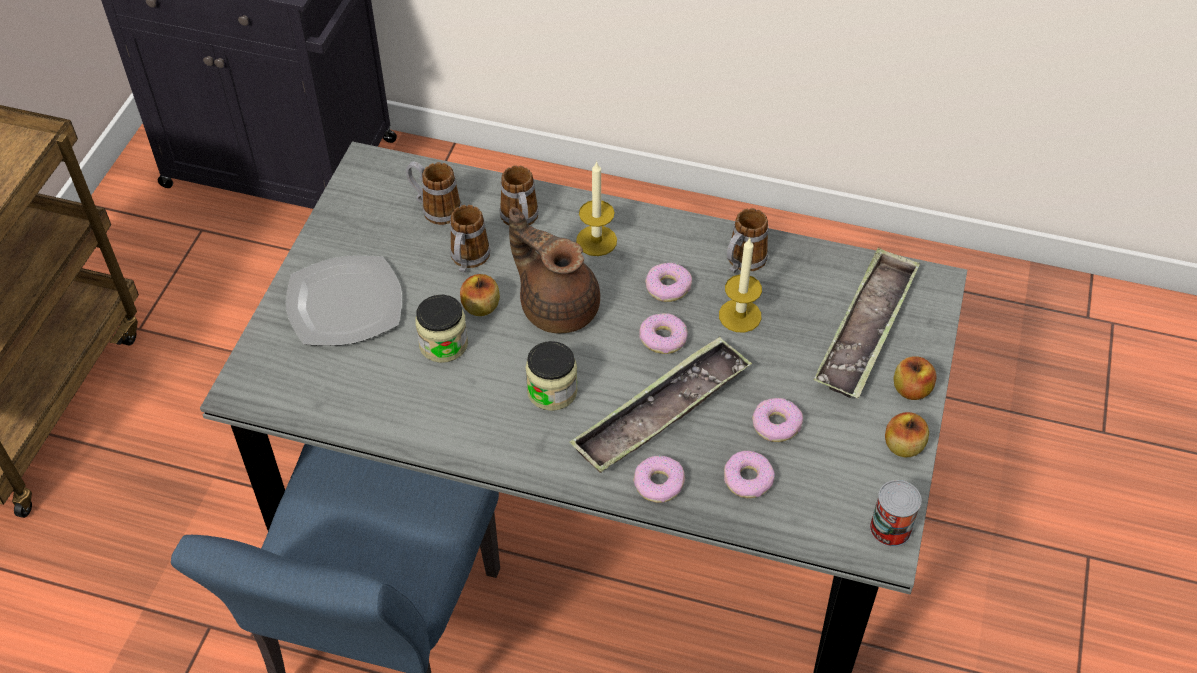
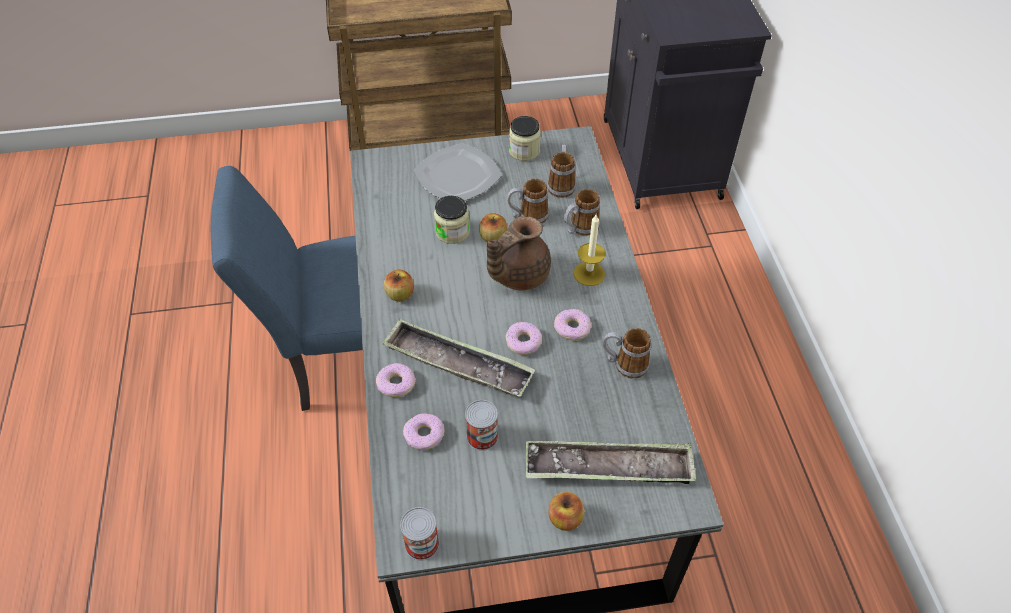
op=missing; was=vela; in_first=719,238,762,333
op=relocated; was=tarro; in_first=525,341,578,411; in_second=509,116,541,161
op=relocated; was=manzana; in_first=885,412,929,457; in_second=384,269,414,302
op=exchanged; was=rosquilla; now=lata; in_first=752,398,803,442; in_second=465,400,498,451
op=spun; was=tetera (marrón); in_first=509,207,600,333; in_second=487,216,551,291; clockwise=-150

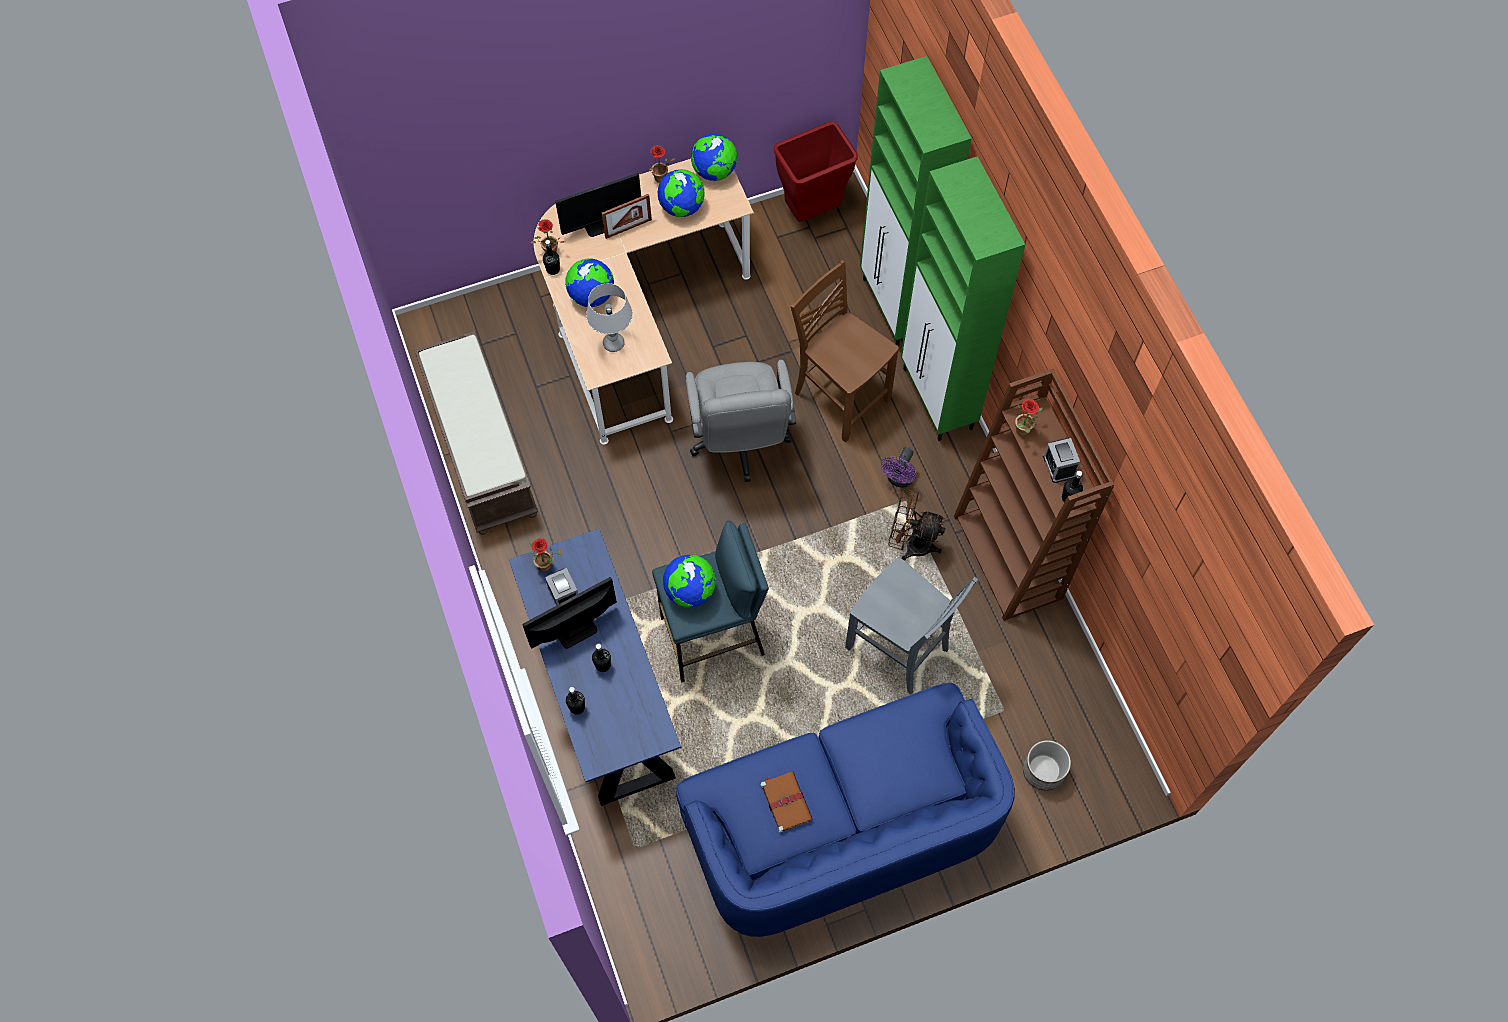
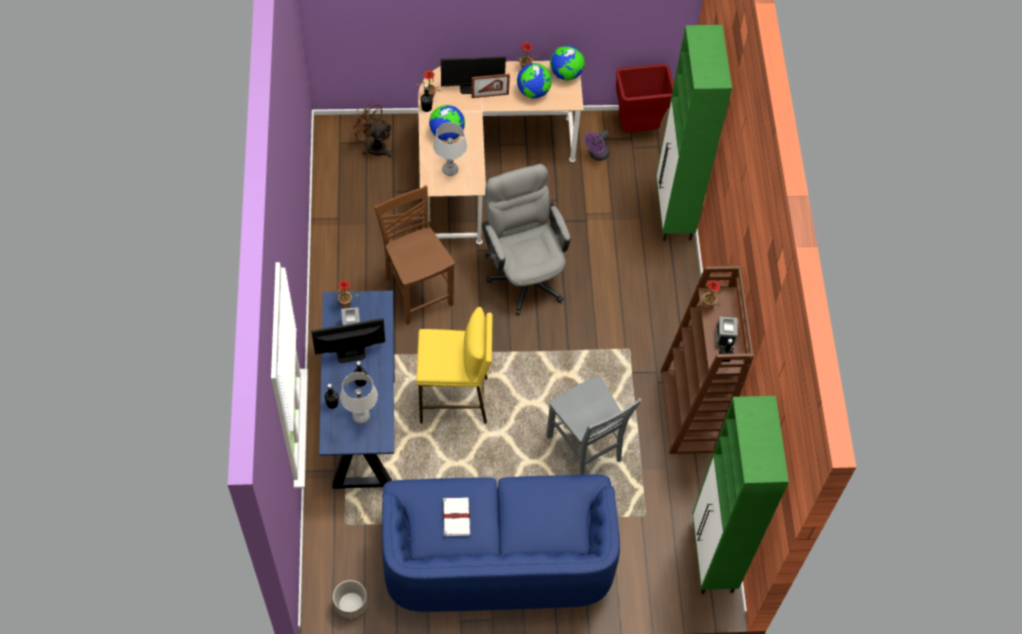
op=missing; was=banco (marrón); in_first=414,331,538,535
op=missing; was=globo terráqueo; in_first=663,555,716,607
op=appeared; now=lámpara de mesa (gris); in_second=340,372,378,424
op=relocated; was=silla (marrón); in_first=791,260,899,442; in_second=374,185,455,325
op=relocated; was=ventilador (morado); in_first=881,447,916,488; in_second=584,130,610,161
op=relocated; was=ventilador (marrón); in_first=888,489,946,561; in_second=348,101,393,158
op=relocated; was=armario (verde); in_first=901,156,1025,441; in_second=692,396,789,594
op=relocated; was=maceta; in_first=1023,740,1071,791; in_second=333,580,368,620
op=colour; was=taburete (azul); now=taburete (amarillo); in_first=652,520,769,682; in_second=417,307,493,423
op=colour; was=libro (marrón); now=libro (blanco); in_first=761,771,813,833; in_second=443,497,470,537
op=spun; was=silla de oficina (gris); in_first=685,360,796,482; in_second=482,164,570,316; clockwise=150

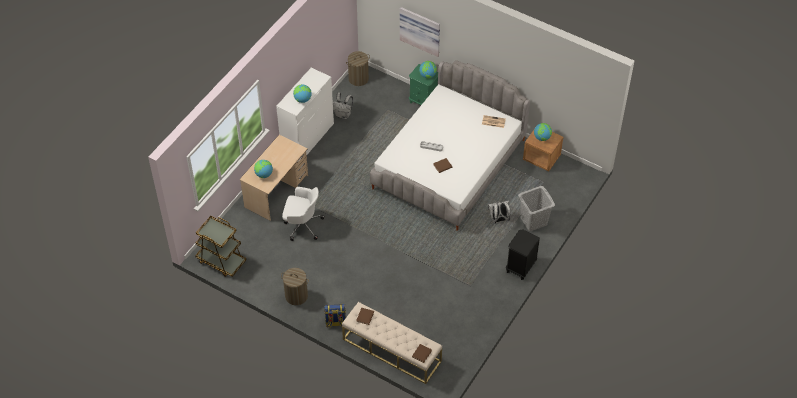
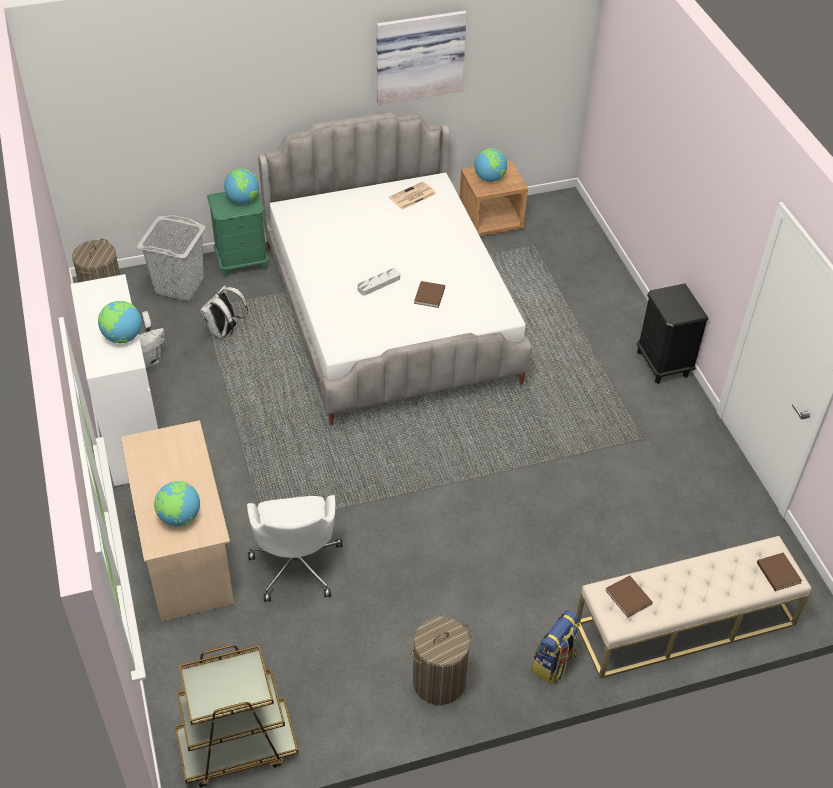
op=relocated; was=cuadro; in_first=400,7,440,57; in_second=377,11,467,105
op=relocated; was=mochila (blanco); in_first=488,201,511,224; in_second=200,285,248,338
op=relocated; was=cesto de la ropa (gris); in_first=518,186,555,231; in_second=137,215,206,301
op=spun; was=silla de oficina (blanco); in_first=282,187,324,241; in_second=247,495,343,602; clockwise=120

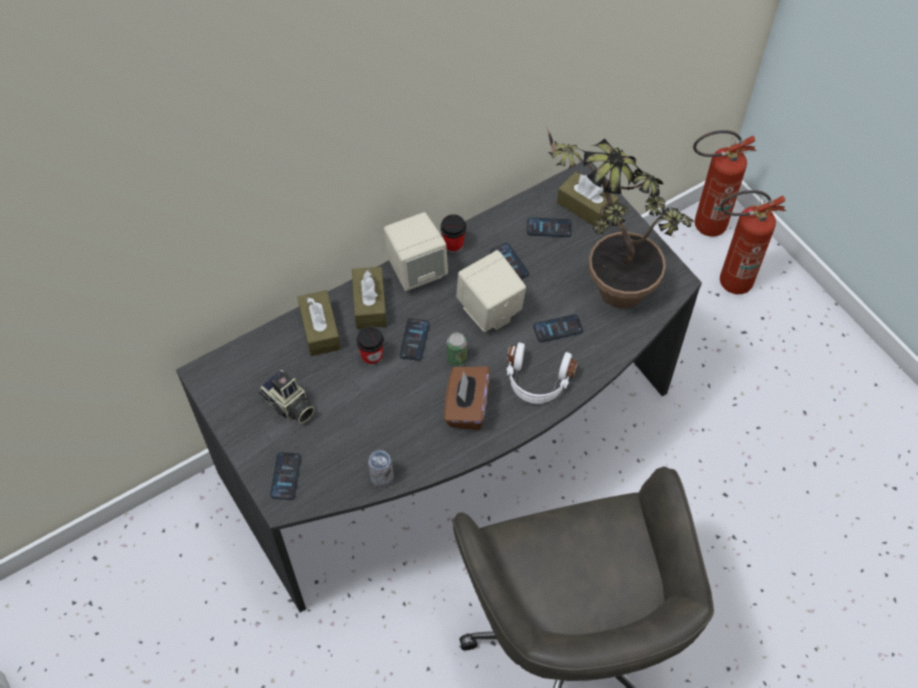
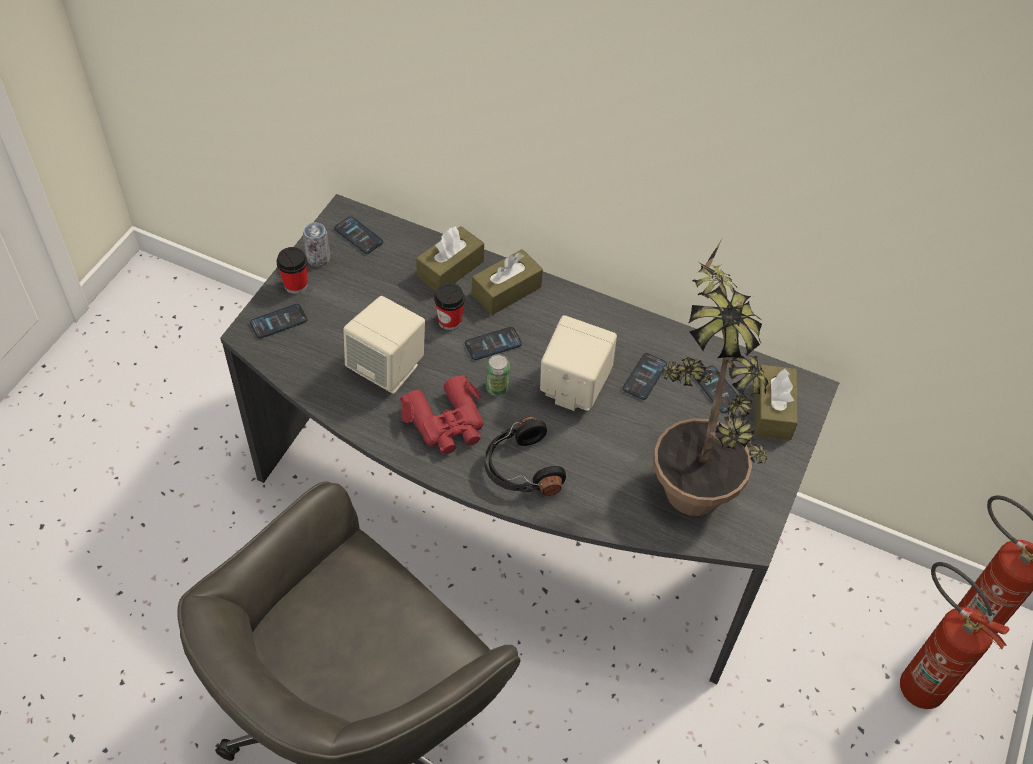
op=missing; was=cámara; in_first=259,370,315,424
op=relocated; was=lata; in_first=368,450,394,488; in_second=303,223,330,267
op=relocated; was=altavoz (beis); in_first=384,212,448,291; in_second=343,296,425,394
op=relocated; was=taza; in_first=440,214,466,253; in_second=277,247,307,294
op=relocated; was=móvil; in_first=533,314,583,342; in_second=334,216,383,254
op=exchanged; was=caja de pañuelos (marrón); now=prismáticos (rojo); in_first=444,366,490,430; in_second=400,375,484,454
op=colour; was=auriculares (blanco); now=auriculares (negro); in_first=507,342,578,404; in_second=485,416,566,496

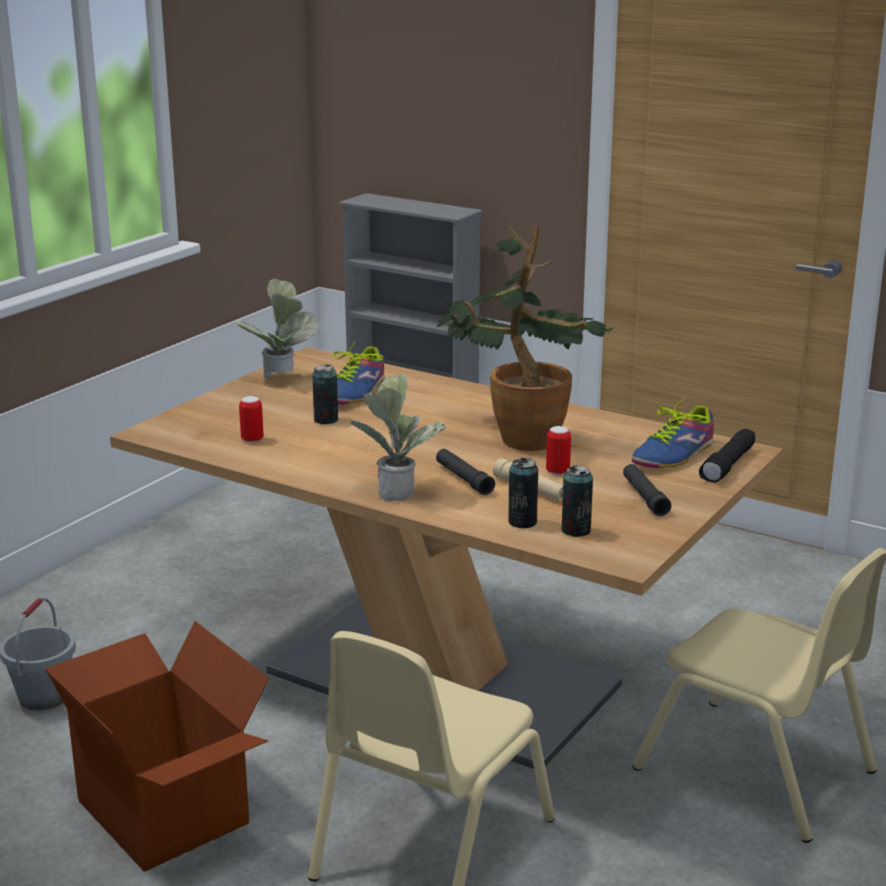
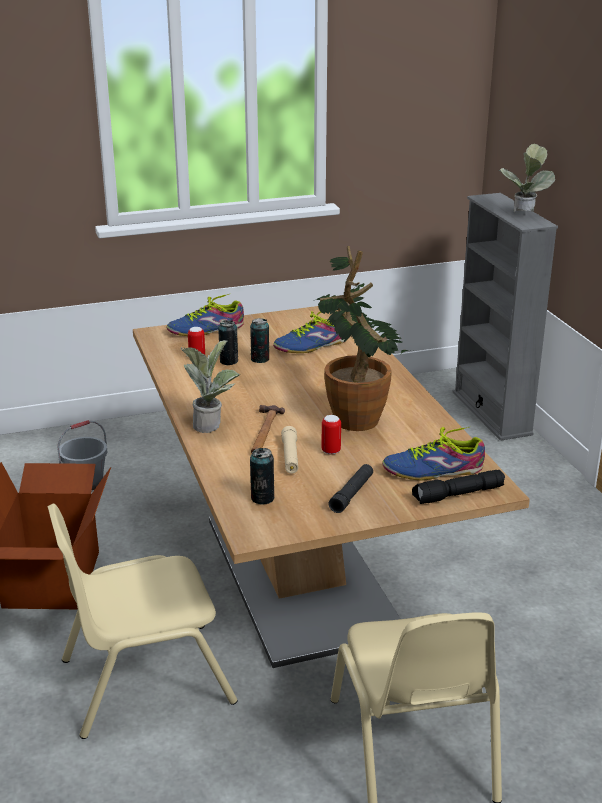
op=appeared; now=zapato; in_second=167,294,244,336
op=relocated; was=planta en maceta; in_first=237,279,319,379; in_second=499,144,555,212
op=relocated; was=lata; in_first=508,458,538,528; in_second=218,320,238,365
op=exchanged; was=linterna (negro); now=martillo; in_first=436,449,495,495; in_second=251,405,285,453

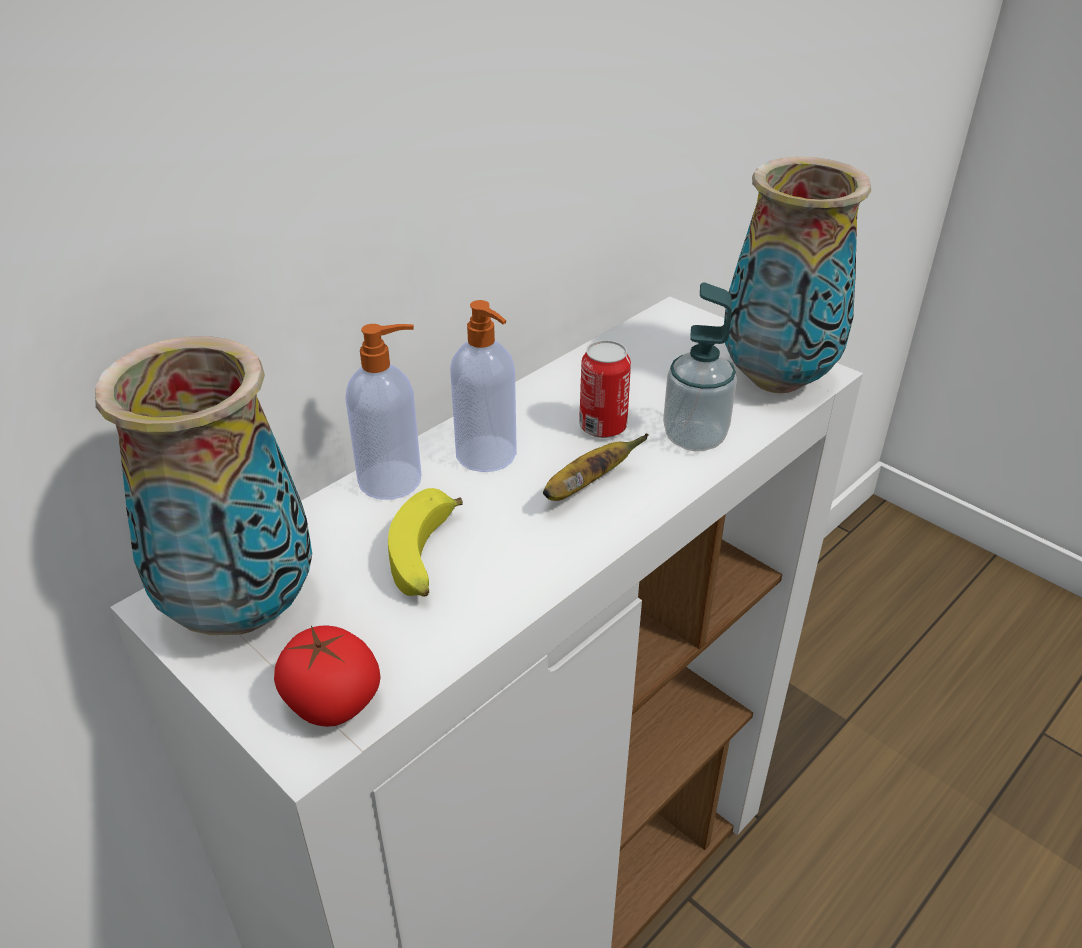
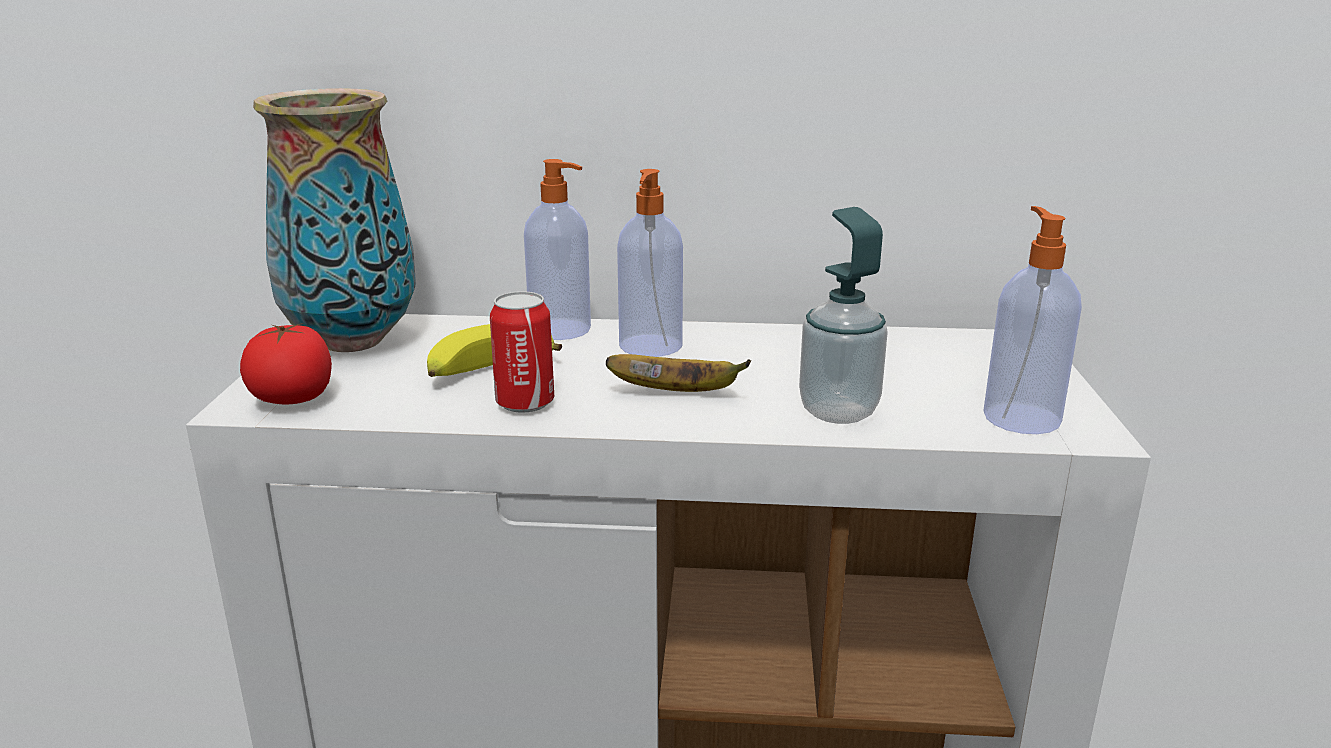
op=relocated; was=lata; in_first=579,340,631,438; in_second=490,291,554,413
op=exchanged; was=florero; now=dispensador de jabón; in_first=724,157,871,393; in_second=983,206,1082,434

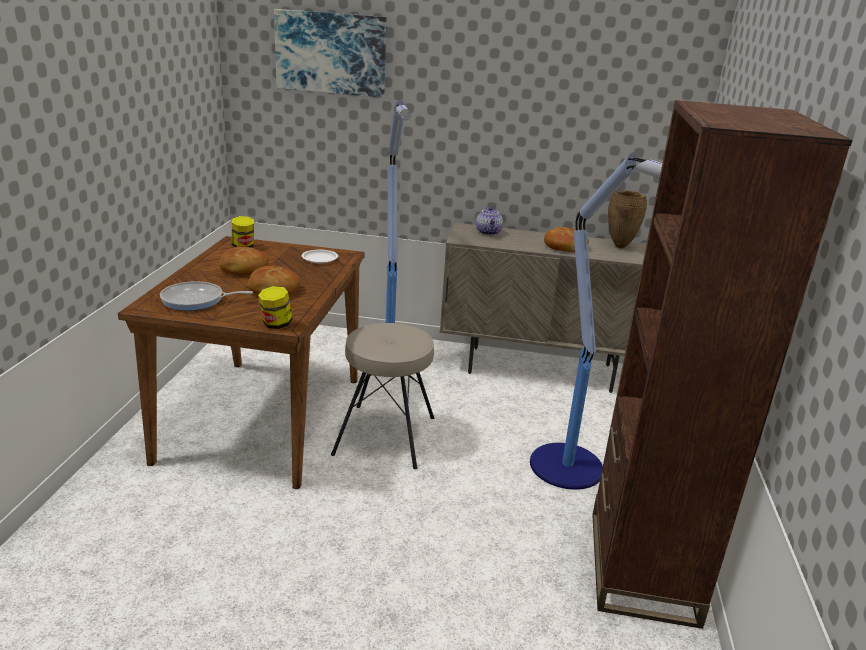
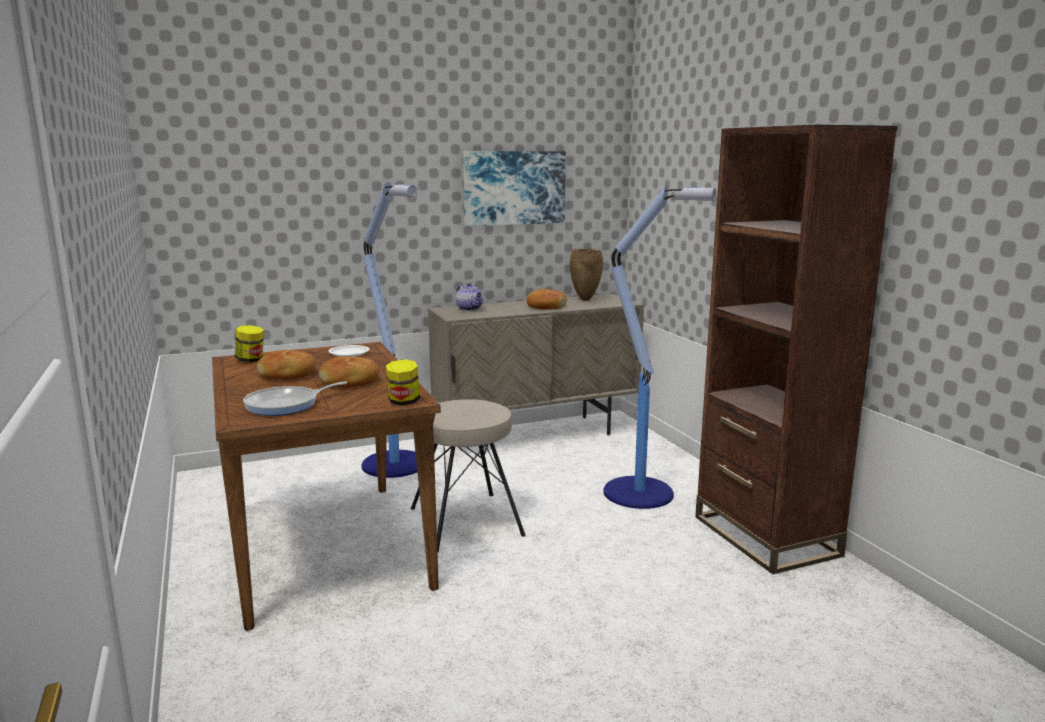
op=relocated; was=cuadro; in_first=274,9,387,97; in_second=463,151,566,226

